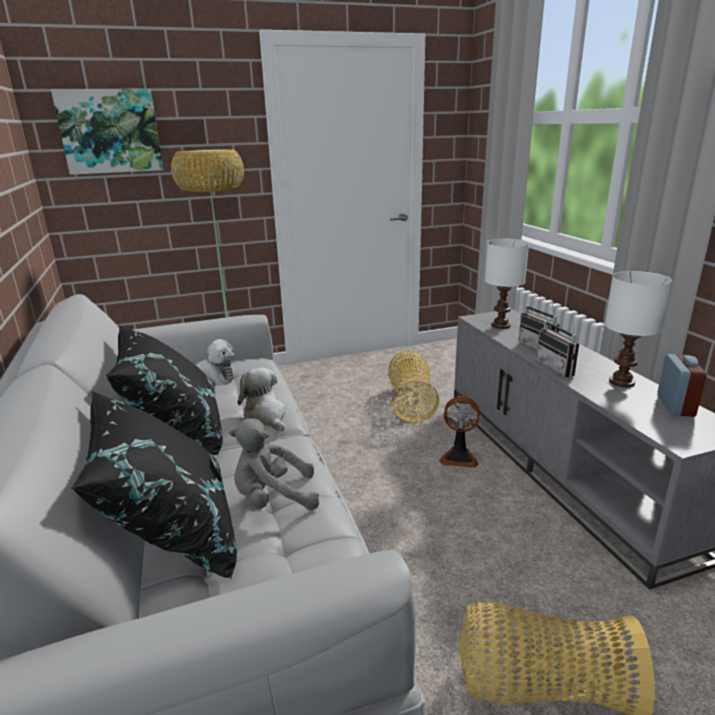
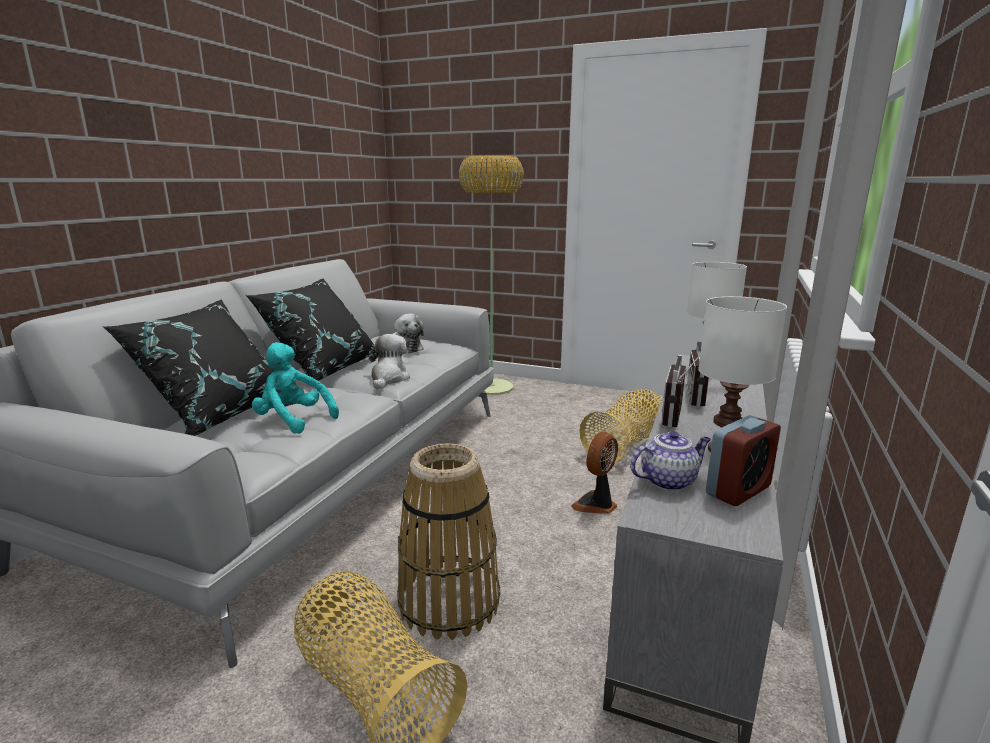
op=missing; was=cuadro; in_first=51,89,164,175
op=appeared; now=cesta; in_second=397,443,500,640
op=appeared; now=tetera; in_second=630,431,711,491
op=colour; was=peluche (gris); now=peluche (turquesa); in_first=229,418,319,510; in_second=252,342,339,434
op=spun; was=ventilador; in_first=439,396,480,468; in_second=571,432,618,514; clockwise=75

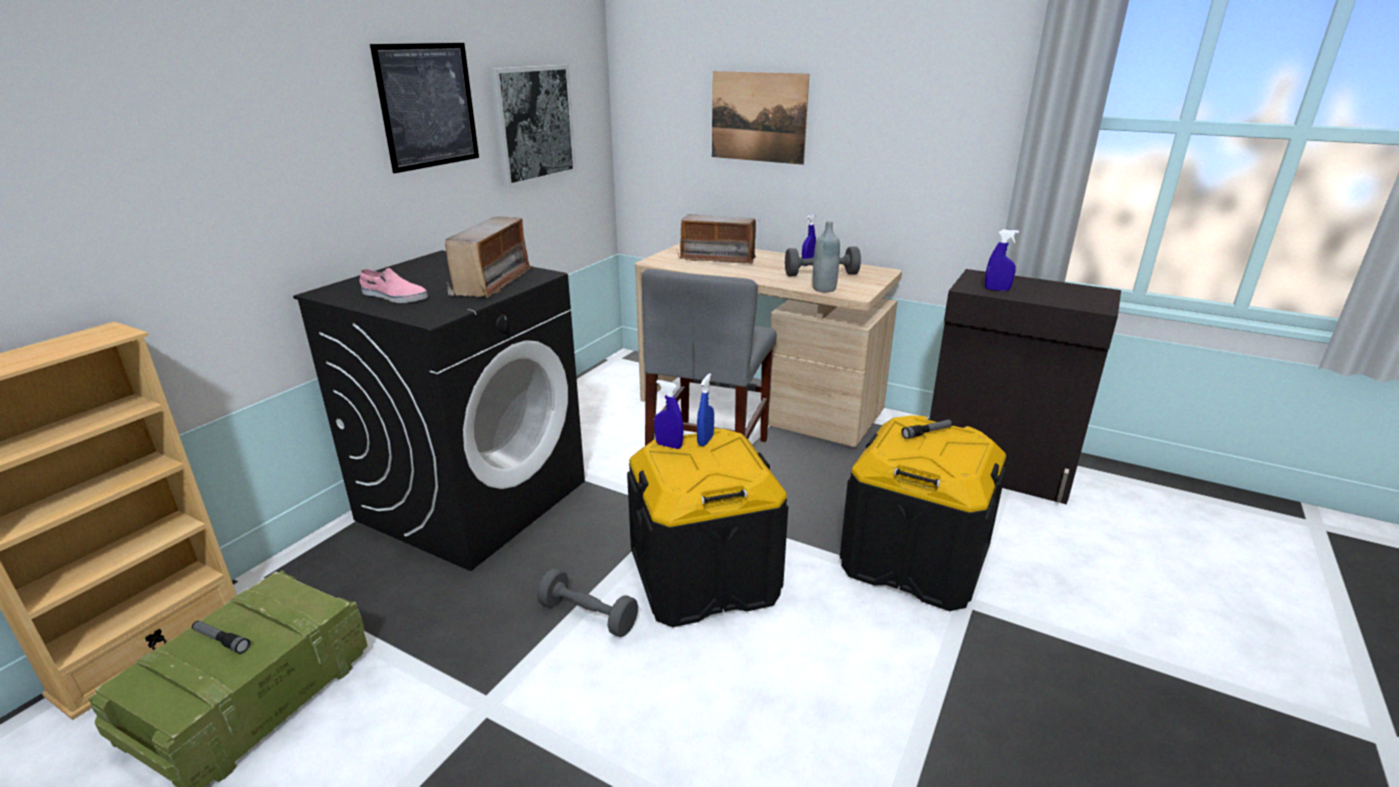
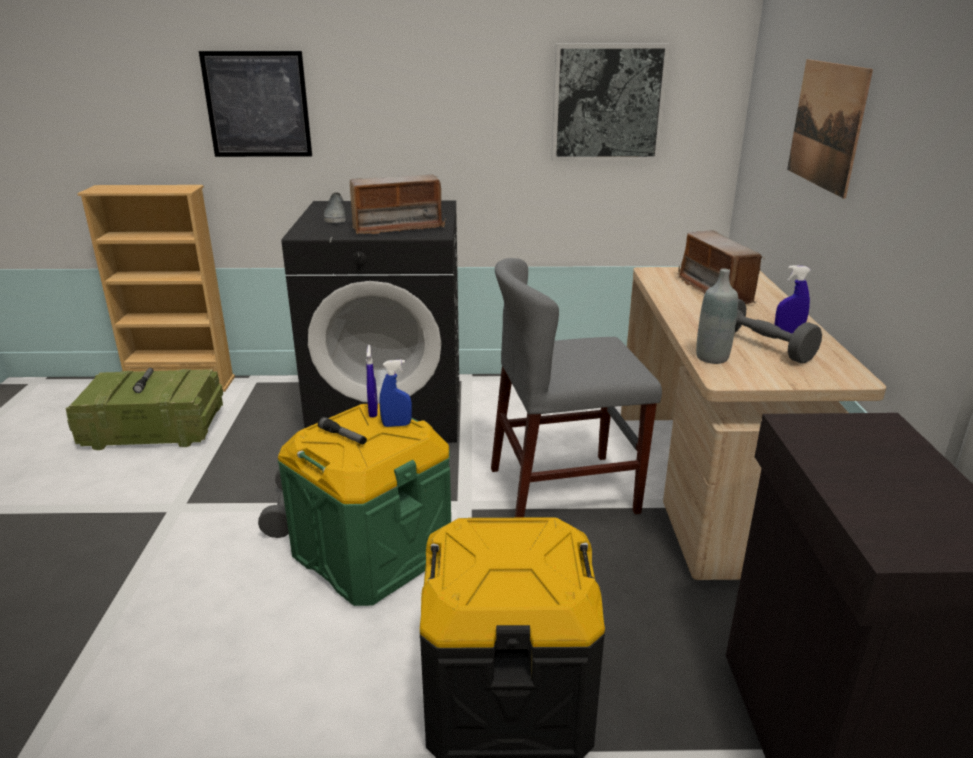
op=missing; was=pulverizador (azul); in_first=985,230,1019,291
op=relocated; was=cuadro; in_first=370,43,479,173; in_second=199,51,312,157
op=relocated; was=linterna; in_first=901,420,953,439; in_second=318,417,367,444
op=colour; was=zapato (rosa); now=zapato (gris); in_first=360,268,428,303; in_second=324,192,346,223
op=colour; was=caja de almacenaje (negro); now=caja de almacenaje (verde); in_first=627,428,788,627; in_second=278,403,451,606

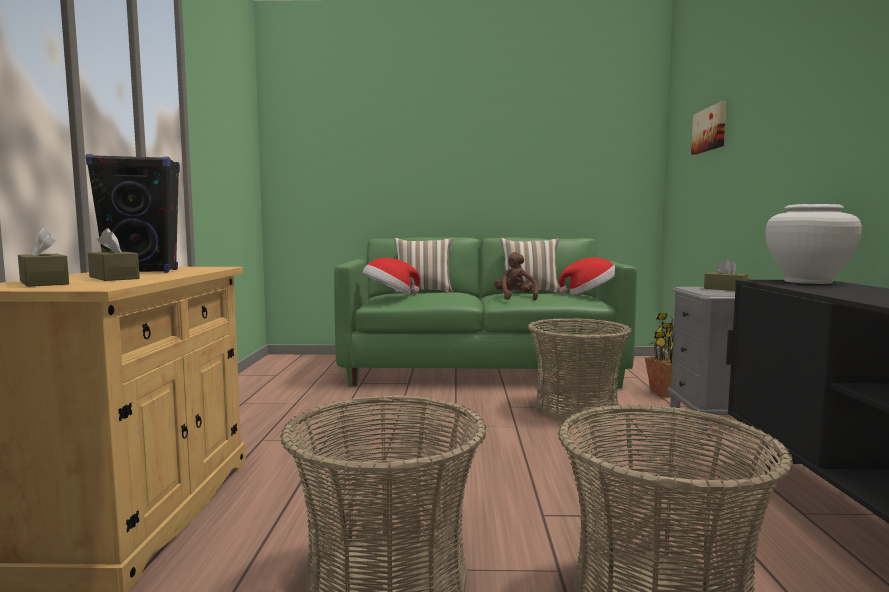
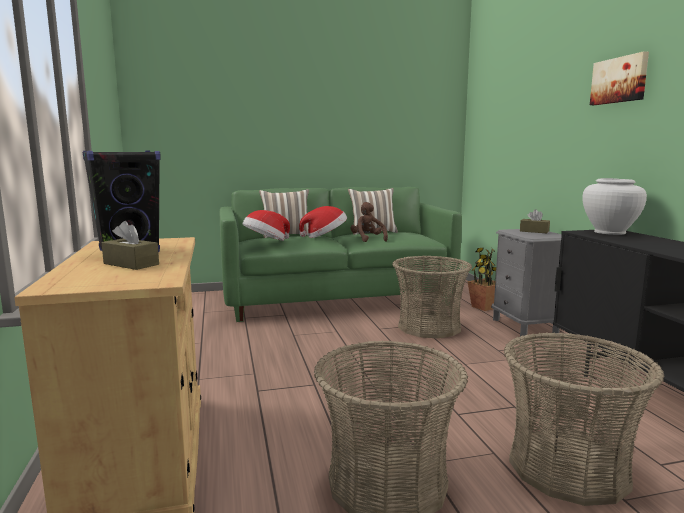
op=missing; was=caja de pañuelos (marrón); in_first=18,228,69,287
op=relocated; was=sombrero; in_first=559,257,615,295; in_second=299,206,347,238
op=relocated; was=cuadro; in_first=691,102,726,154; in_second=590,51,649,105

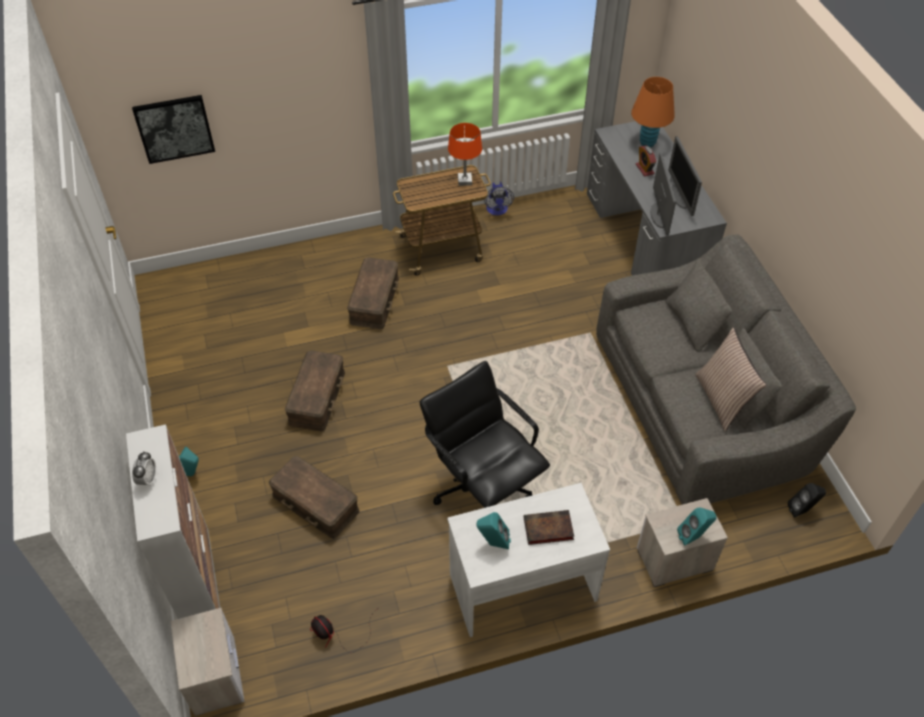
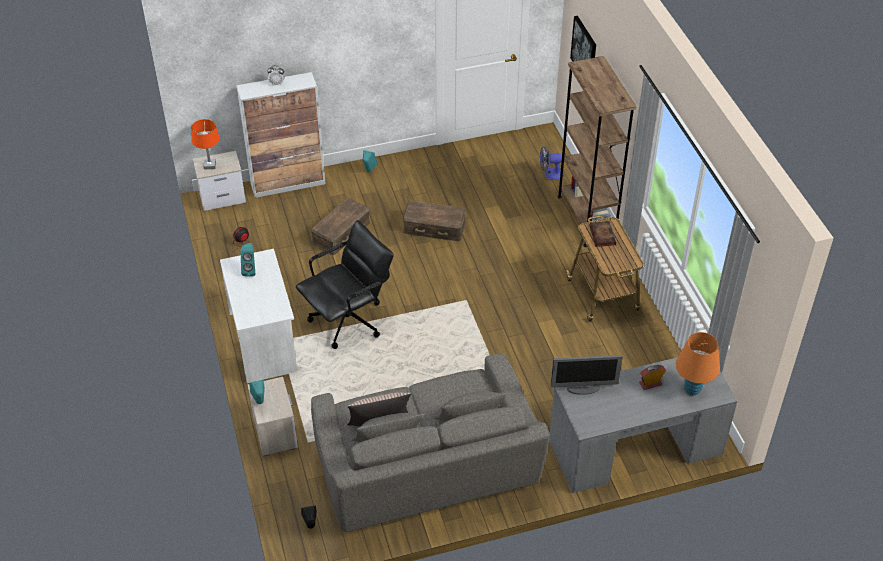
op=missing; was=caja de almacenaje (marrón); in_first=347,257,399,329
op=missing; was=monitor; in_first=668,136,702,216
op=appeared; now=estantería (marrón); in_second=557,56,636,247
op=relocated; was=lámpara de mesa (naranja); in_first=448,123,482,186; in_second=191,119,219,170
op=relocated; was=ventilador; in_first=484,182,514,215; in_second=540,146,562,180
op=relocated; was=libro; in_first=524,510,574,545; in_second=590,221,616,247

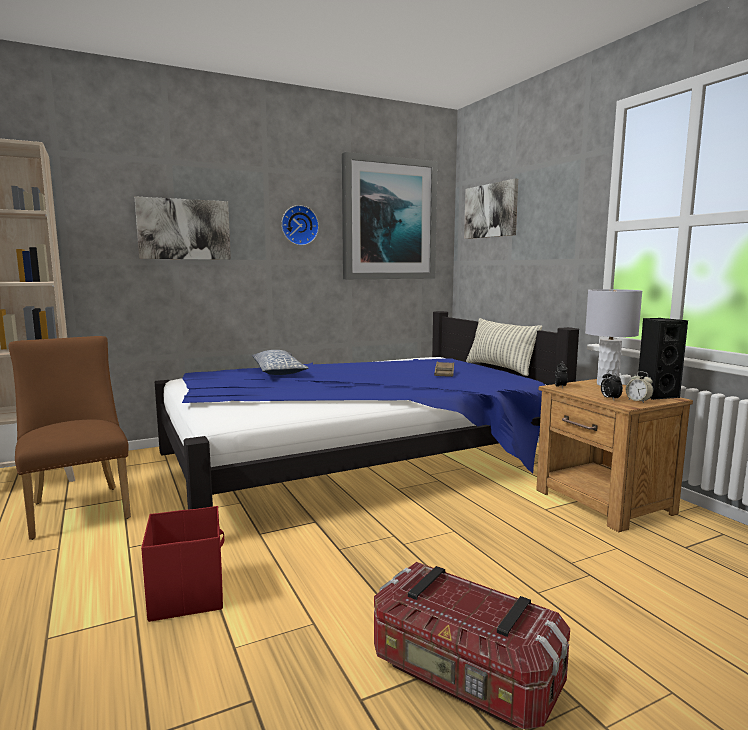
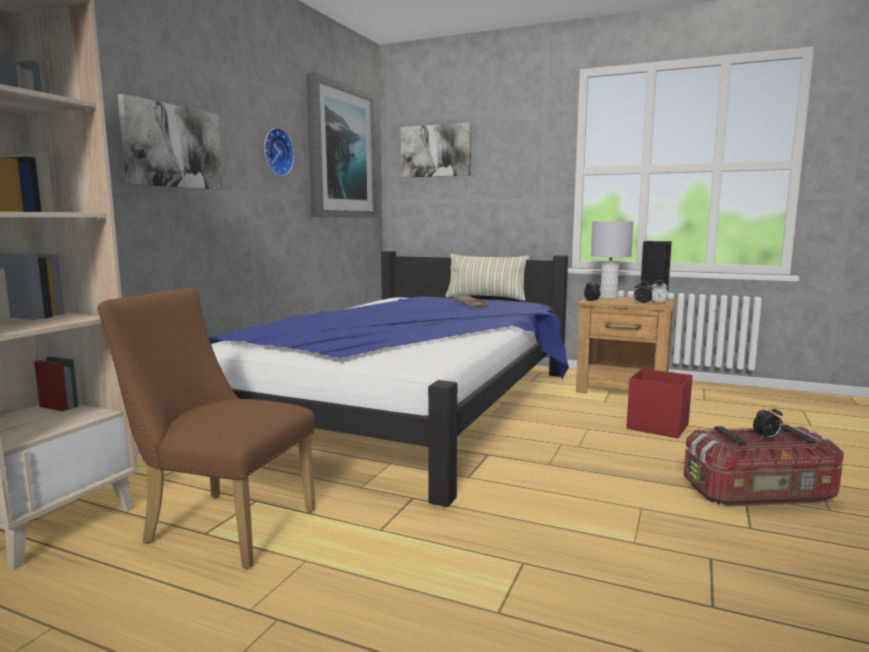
op=missing; was=cojín; in_first=252,350,308,375
op=appeared; now=despertador; in_second=753,405,783,439
op=relocated; was=caja de almacenaje (rojo); in_first=141,506,224,622; in_second=627,368,692,438

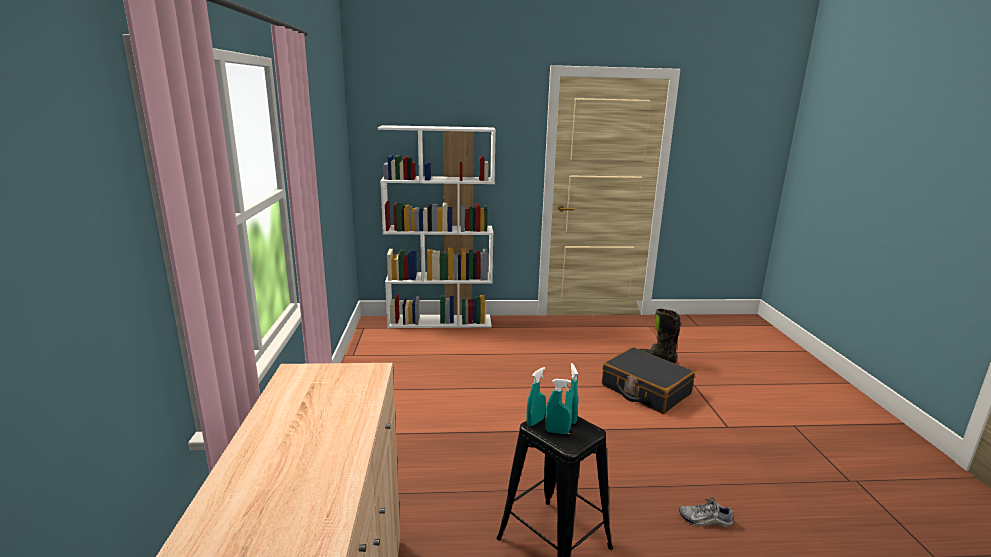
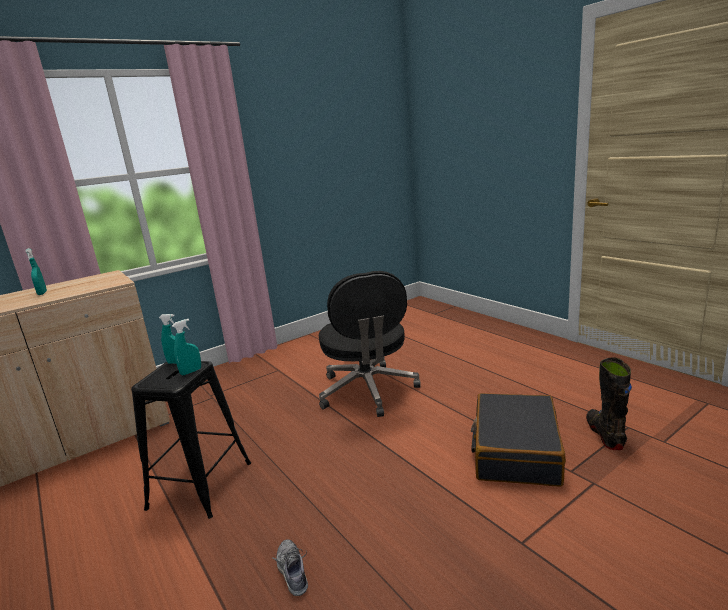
op=missing; was=estantería (blanco); in_first=378,125,496,328
op=appeared; now=silla de oficina (negro); in_second=319,271,421,417
op=relocated; was=pulverizador (turquesa); in_first=545,379,572,434; in_second=25,248,47,295

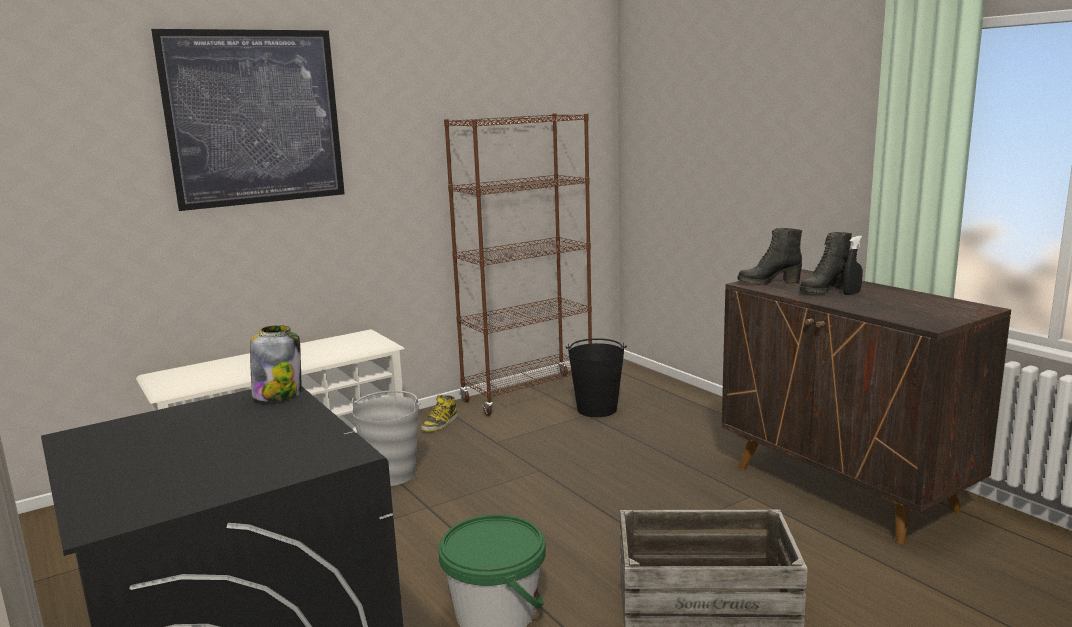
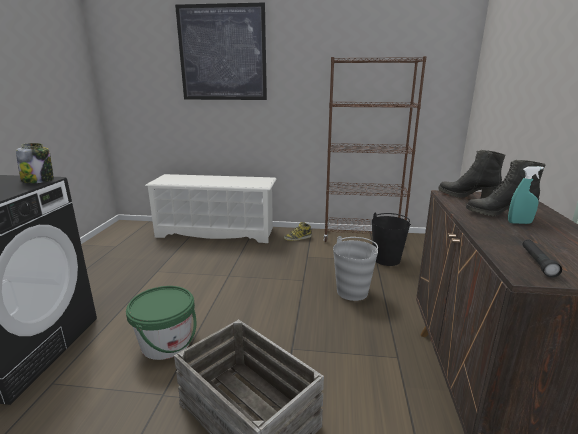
op=appeared; now=linterna (negro); in_second=522,240,562,278
op=relocated; was=cubo (gris); in_first=351,390,421,486; in_second=333,236,378,301
op=colour; was=pulverizador (negro); now=pulverizador (turquesa); in_first=843,236,863,295; in_second=508,166,544,224

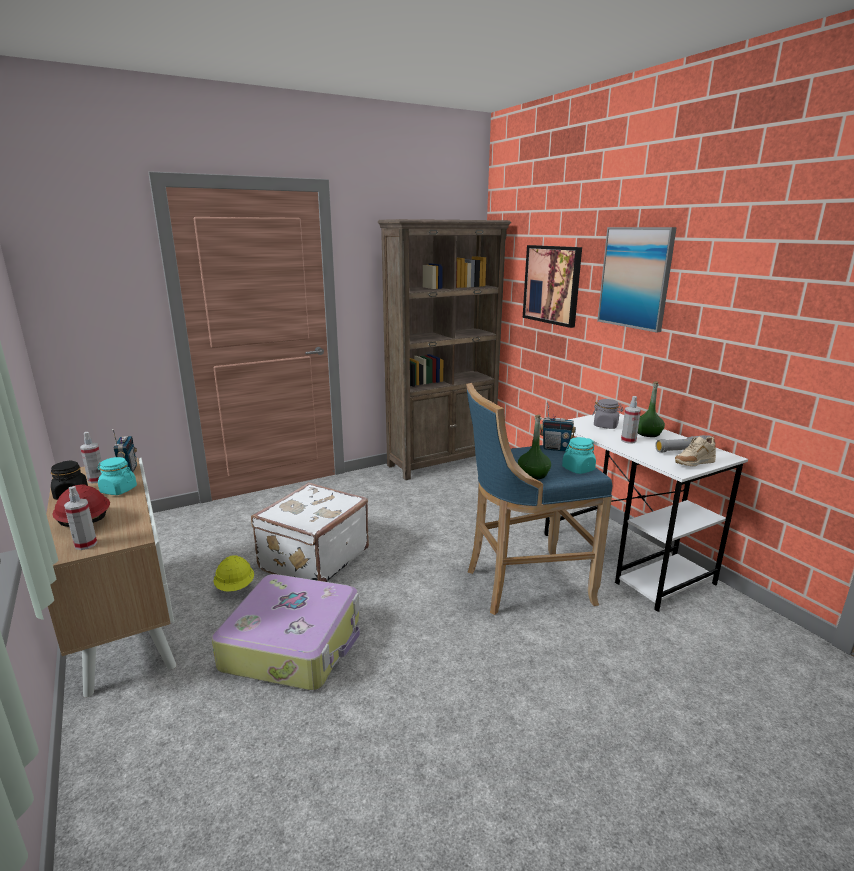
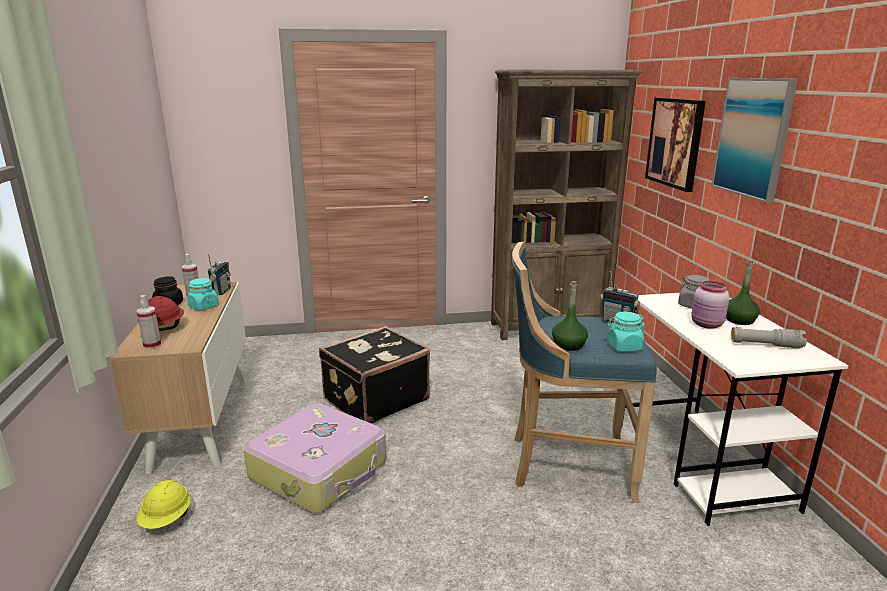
op=missing; was=zapato (beis); in_first=675,436,716,466
op=relocated; was=casco (amarillo); in_first=214,555,254,592; in_second=137,480,191,529
op=exchanged; was=pulverizador; now=tarro (rosa); in_first=621,396,641,444; in_second=691,281,730,329
op=colour; was=maleta (blanco); now=maleta (negro); in_first=251,483,369,582; in_second=319,326,430,424

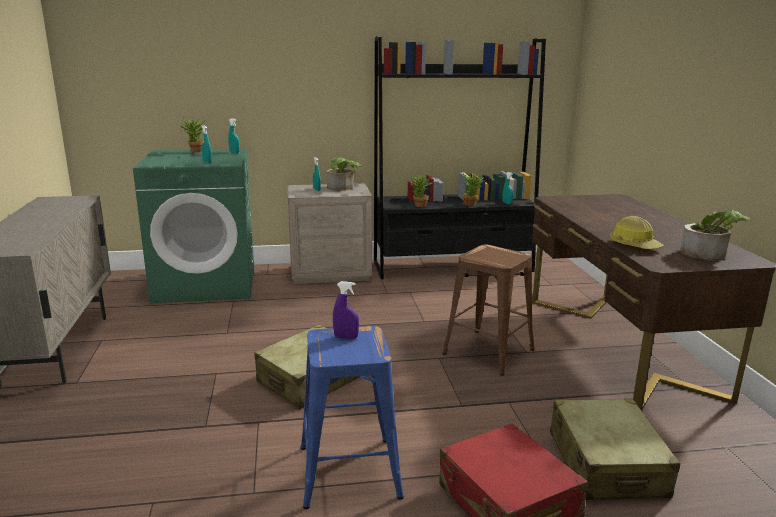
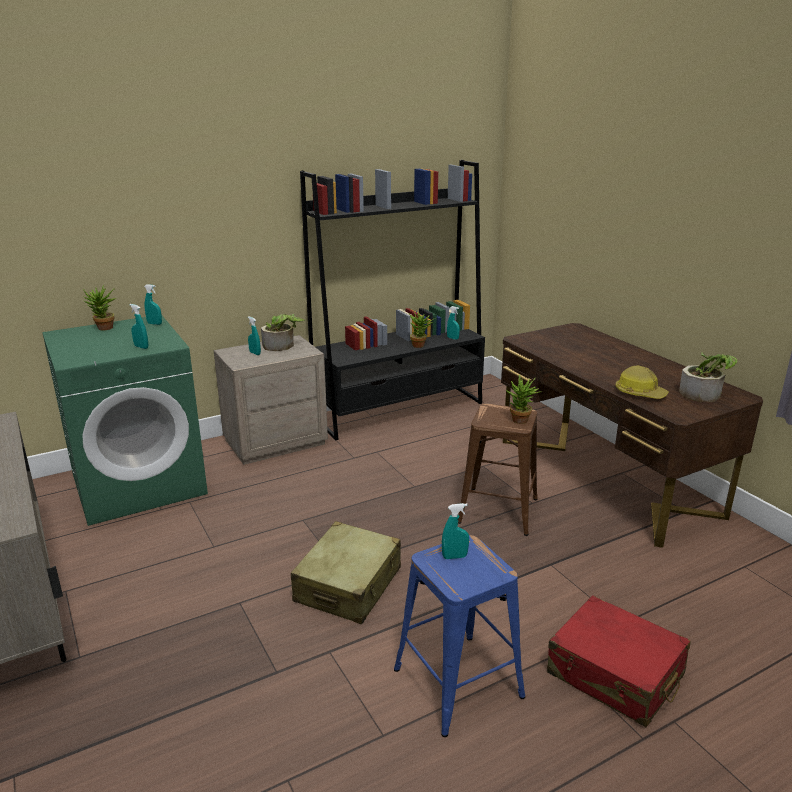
op=missing; was=maleta (beis); in_first=550,399,681,500
op=relocated; was=planta en maceta; in_first=411,173,433,207; in_second=506,375,542,424
op=colour; was=pulverizador (morado); now=pulverizador (turquesa); in_first=333,281,359,339; in_second=442,503,469,559

